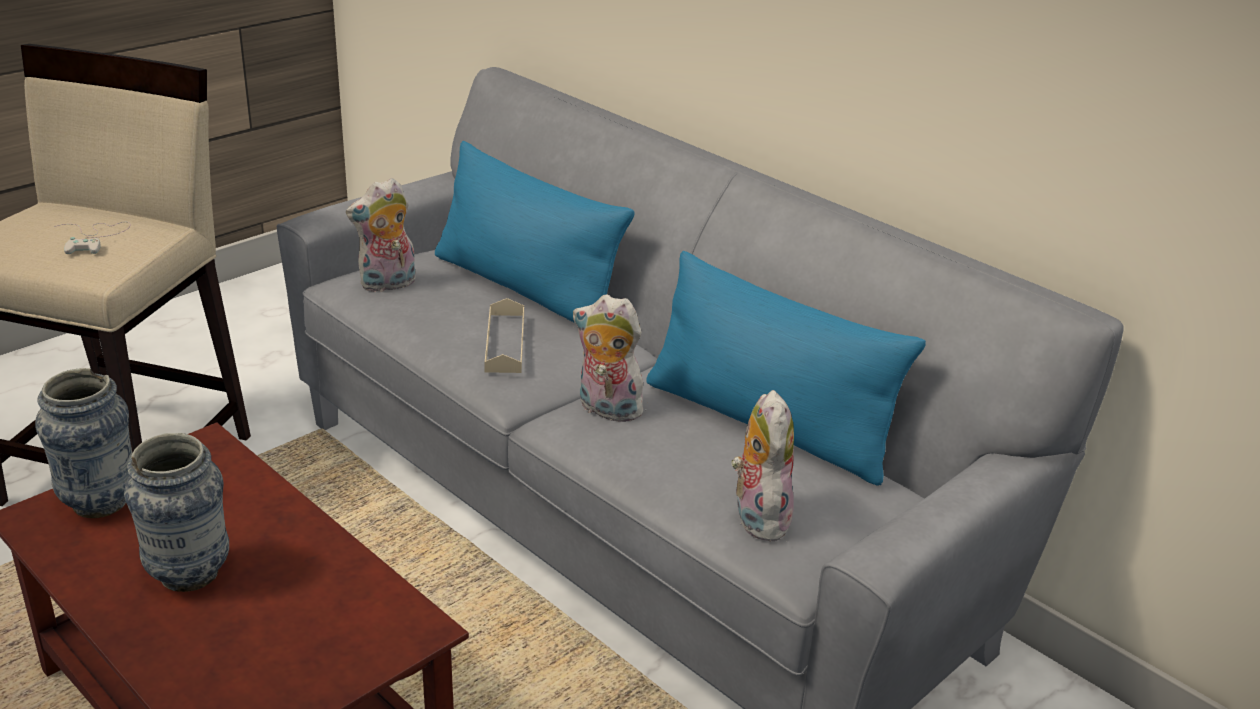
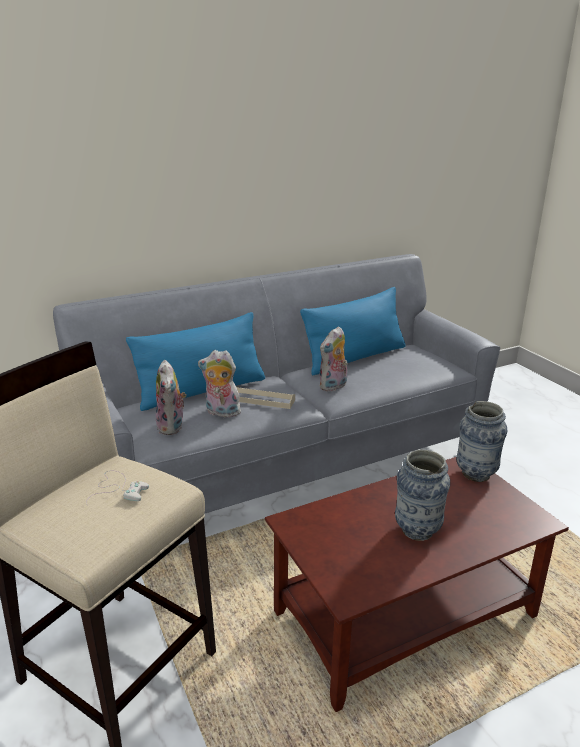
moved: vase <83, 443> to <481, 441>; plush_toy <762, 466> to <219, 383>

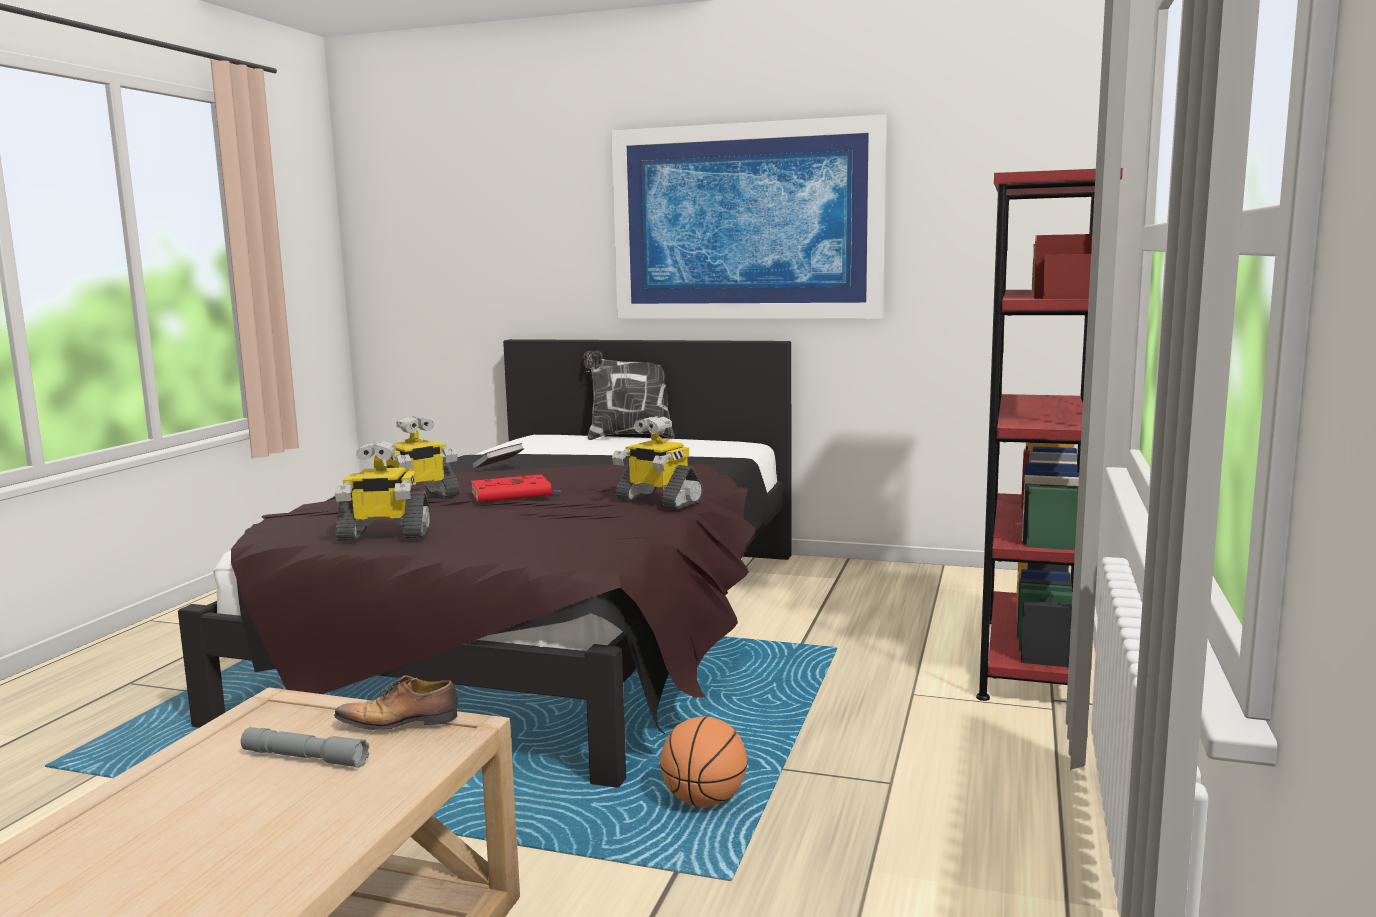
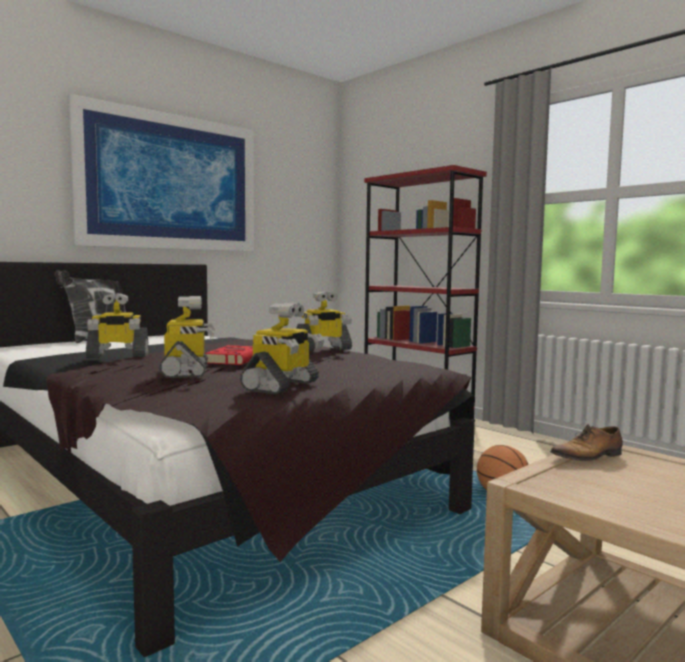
removed: grey_flashlight <305, 747>
replaced: book <498, 456> to toy_robot <117, 325>
turned: shoe <396, 702> = <586, 442> 45 degrees clockwise

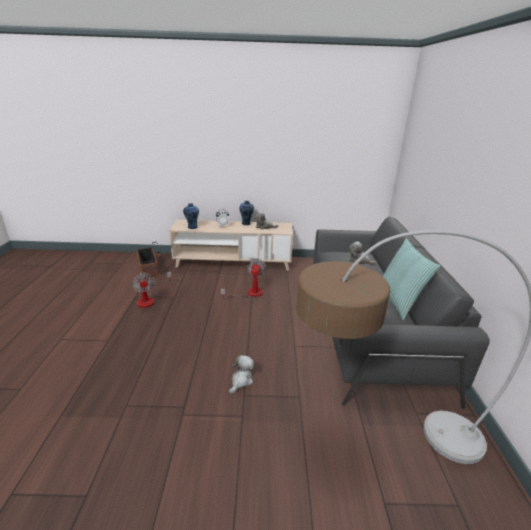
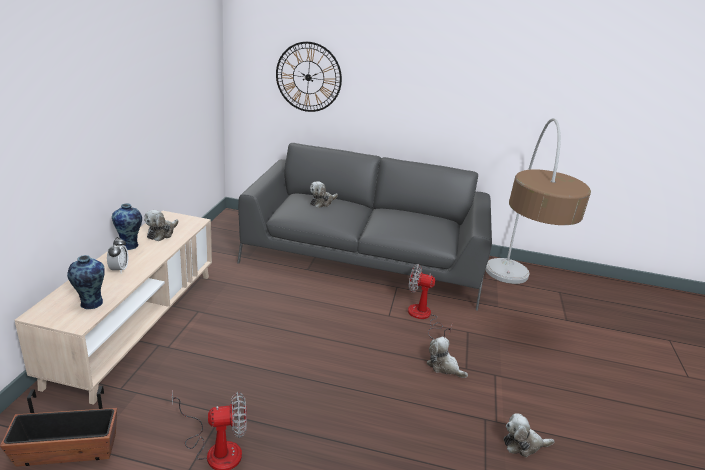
removed: pillow <411, 279>
added: wall_clock <309, 77>; plush_toy <529, 435>
moved: fan <244, 279> to <430, 302>

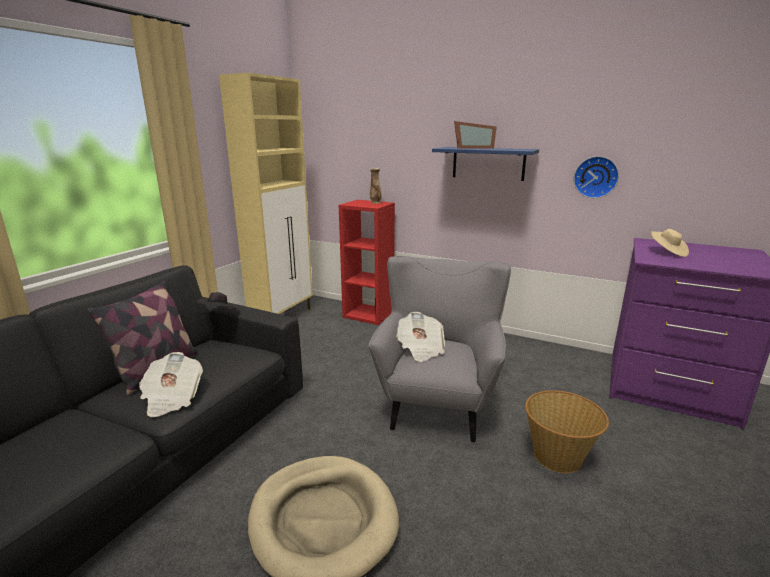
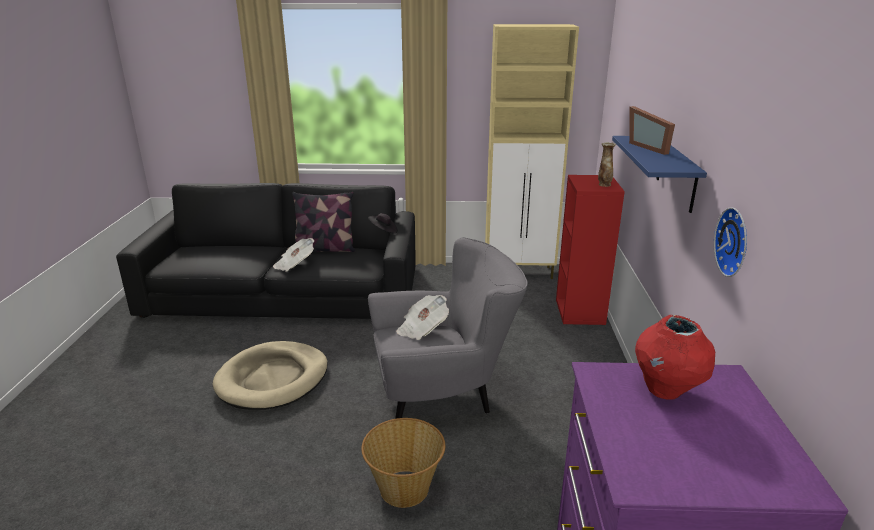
replaced: beige_hat <670, 243> to red_vase <675, 357>

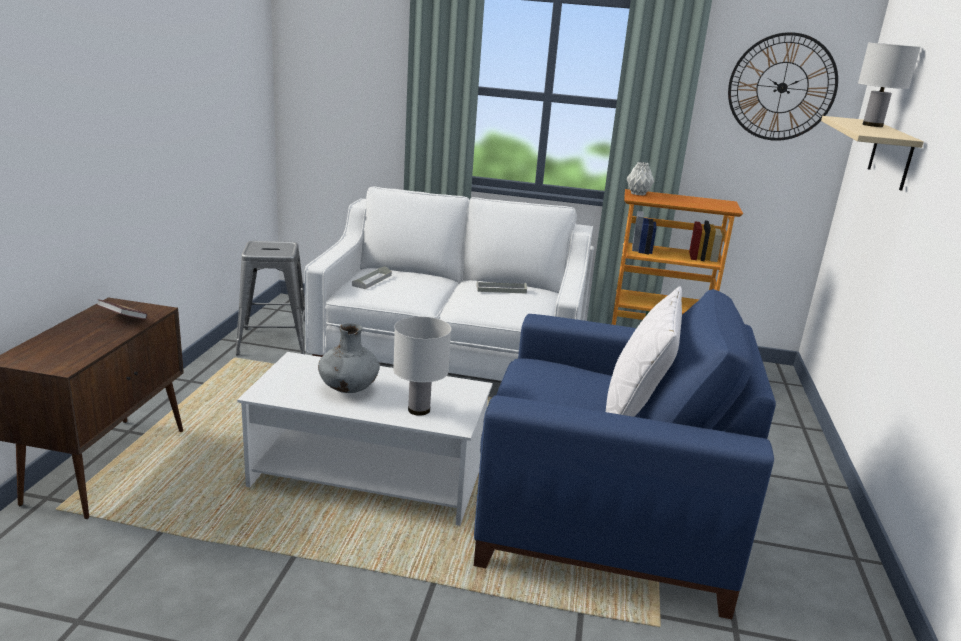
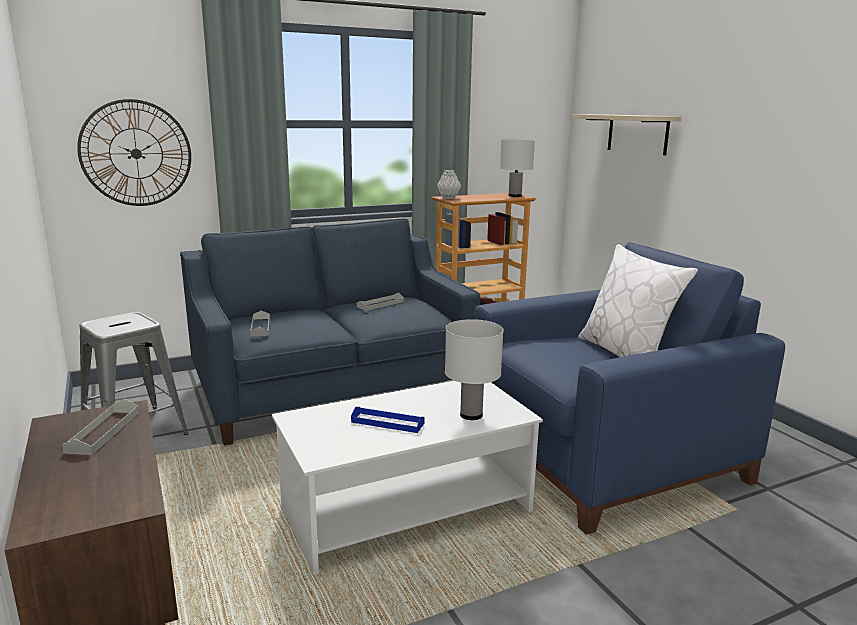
moved: wall_clock <783, 86> to <134, 152>; white_table_lamp <889, 84> to <517, 168>
replaced: book <121, 309> to grey_tray <100, 427>; grey_vase <348, 358> to blue_tray <387, 420>
recoloured: white_sofa <449, 284> to blue_sofa <330, 332>

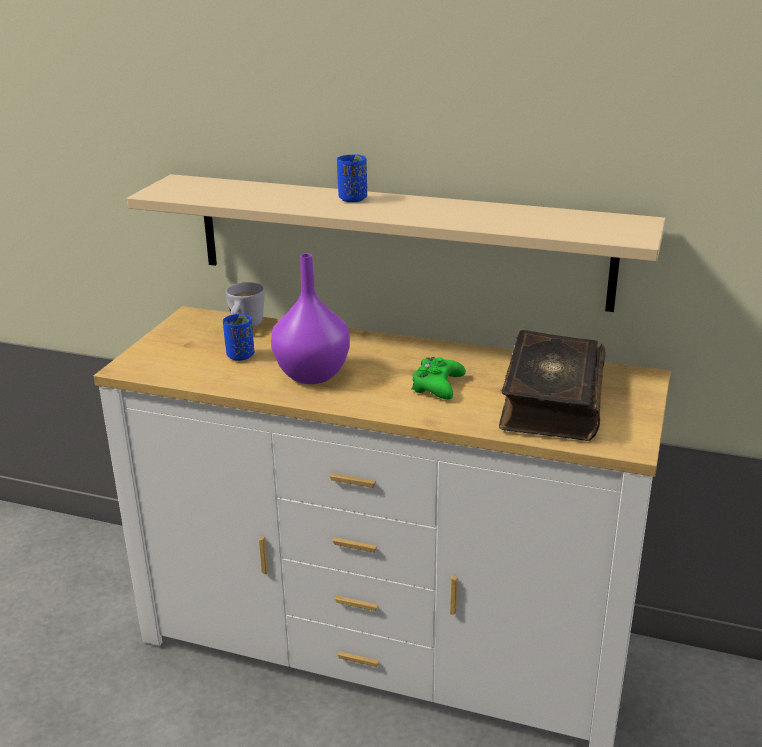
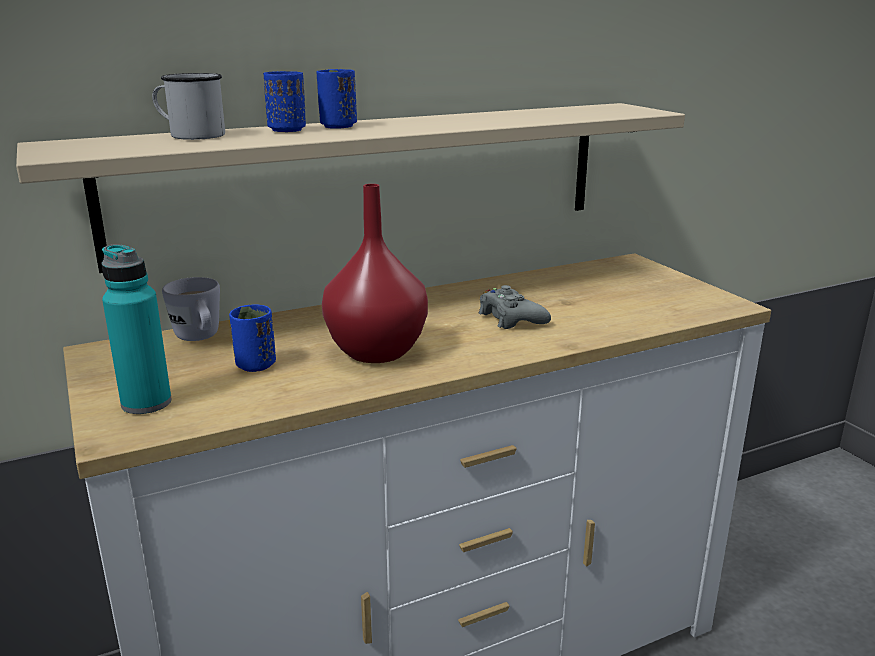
removed: book <552, 385>
added: turquoise_bottle <136, 329>; white_mug <188, 106>; blue_cup <284, 101>
recoloured: purple_vase <310, 319> to red_vase <375, 273>; green_game_controller <438, 378> to grey_game_controller <515, 307>

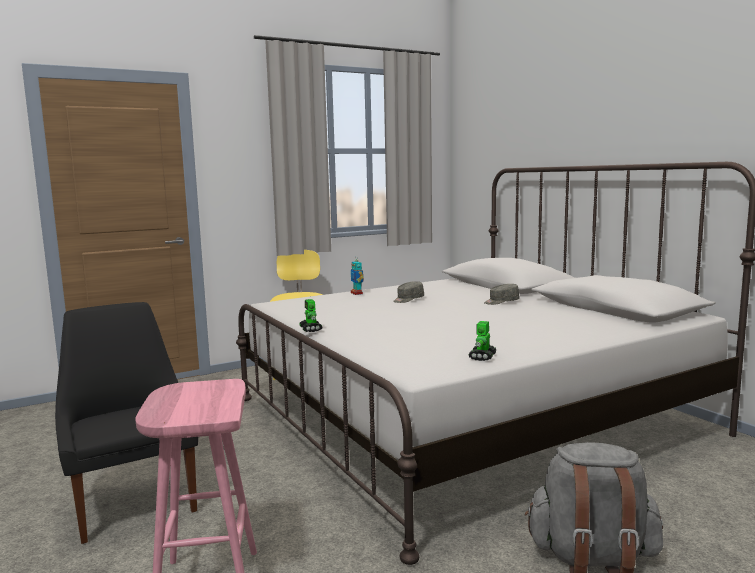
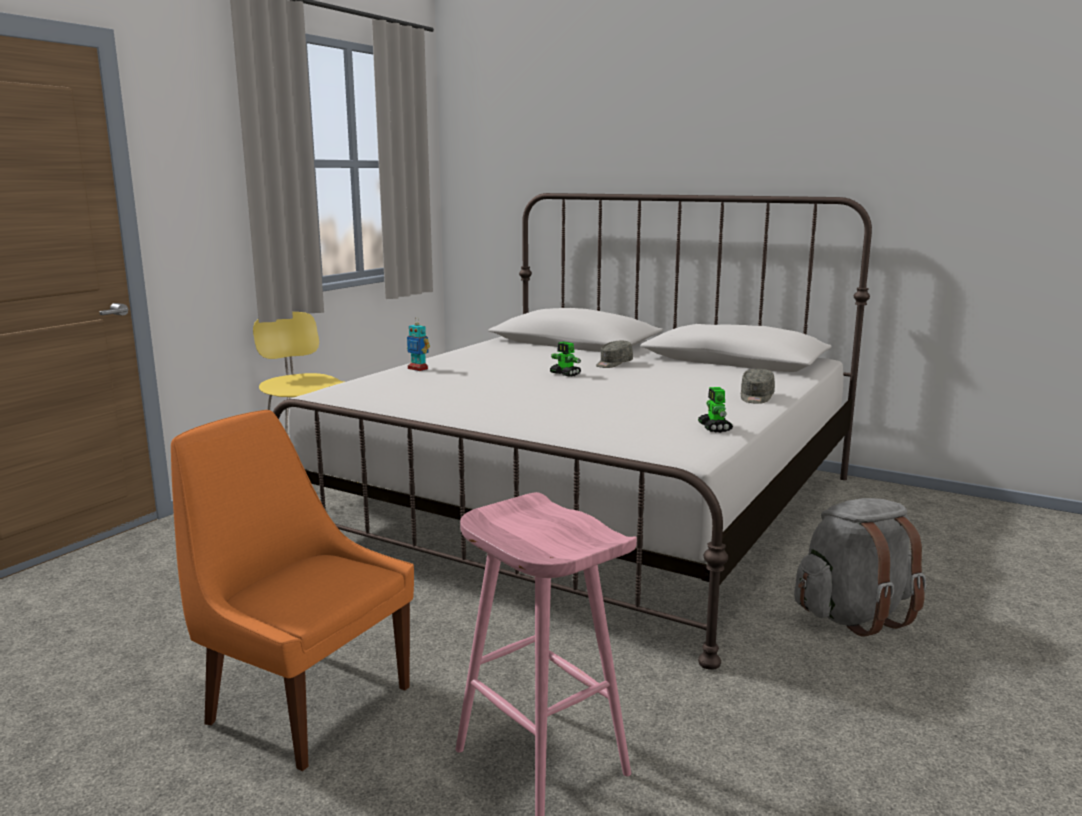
moved: toy_robot <311, 315> to <565, 359>; grey_cap <408, 292> to <758, 386>
recoloured: black_chair <126, 423> to orange_chair <292, 590>

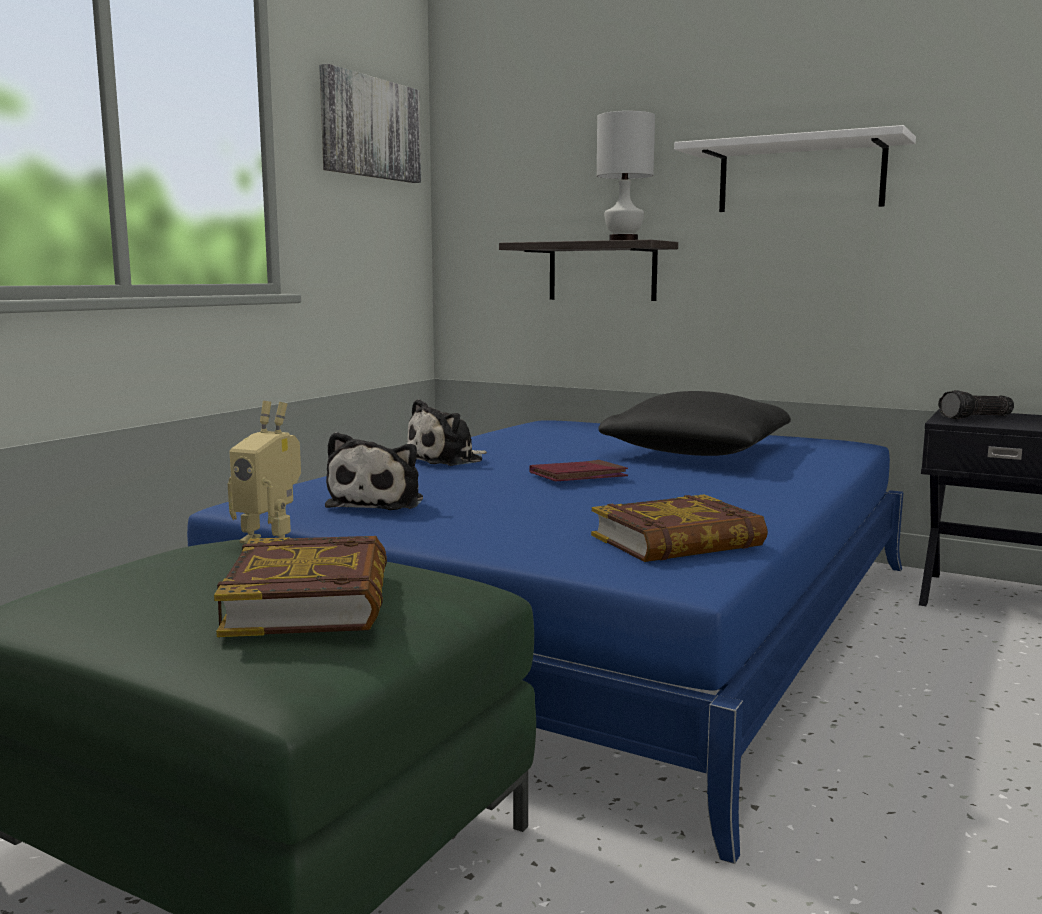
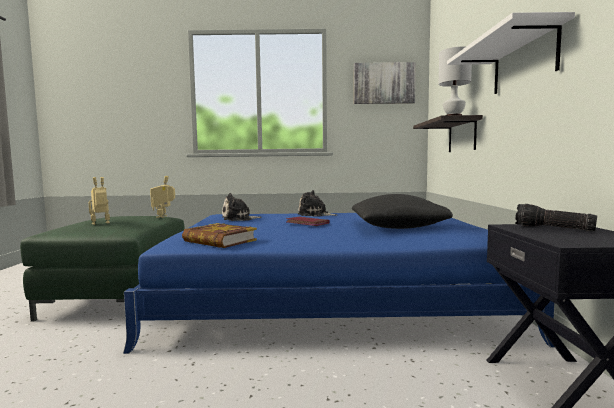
replaced: book <300, 586> to toy_robot <99, 201>

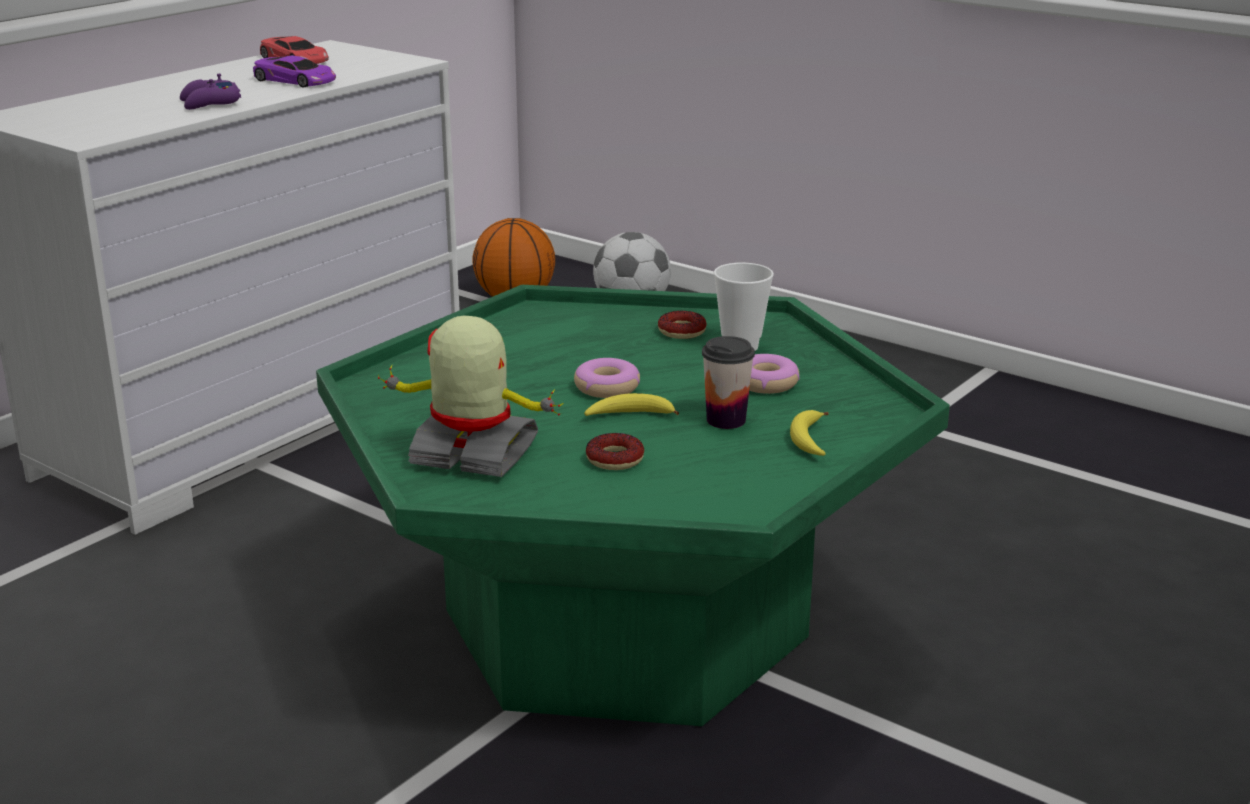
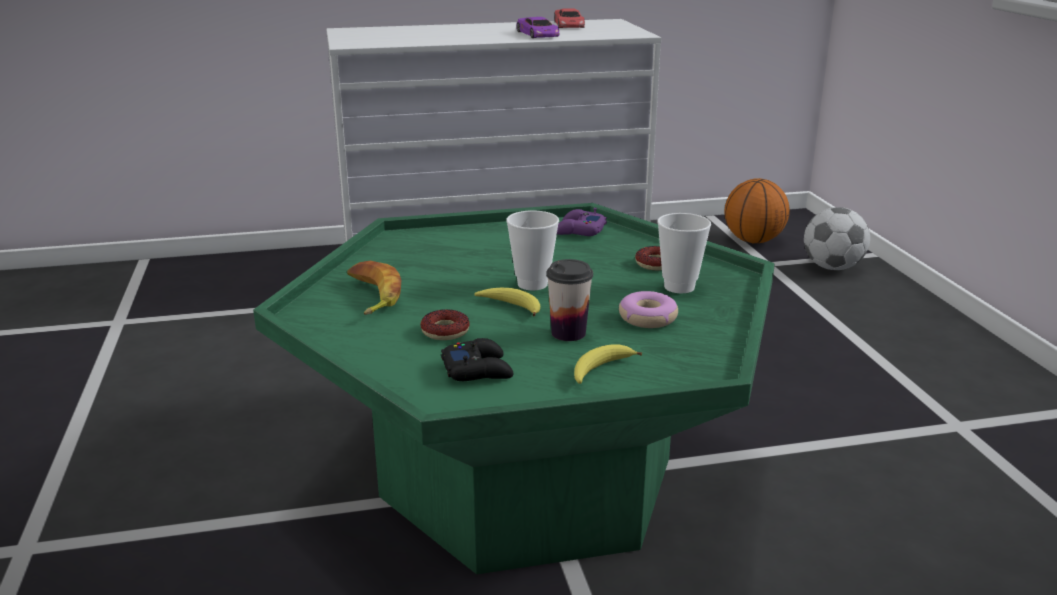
added: black_game_controller <477, 359>
moved: purple_game_controller <210, 92> to <582, 222>
replaced: toy_robot <470, 396> to banana <374, 288>; donut <607, 378> to cup <532, 250>

